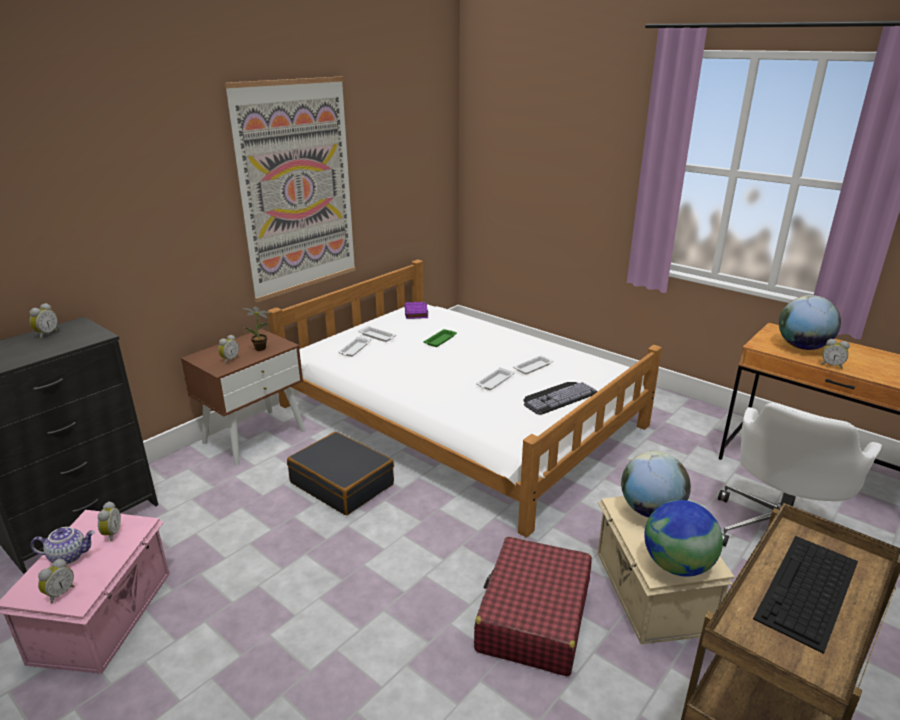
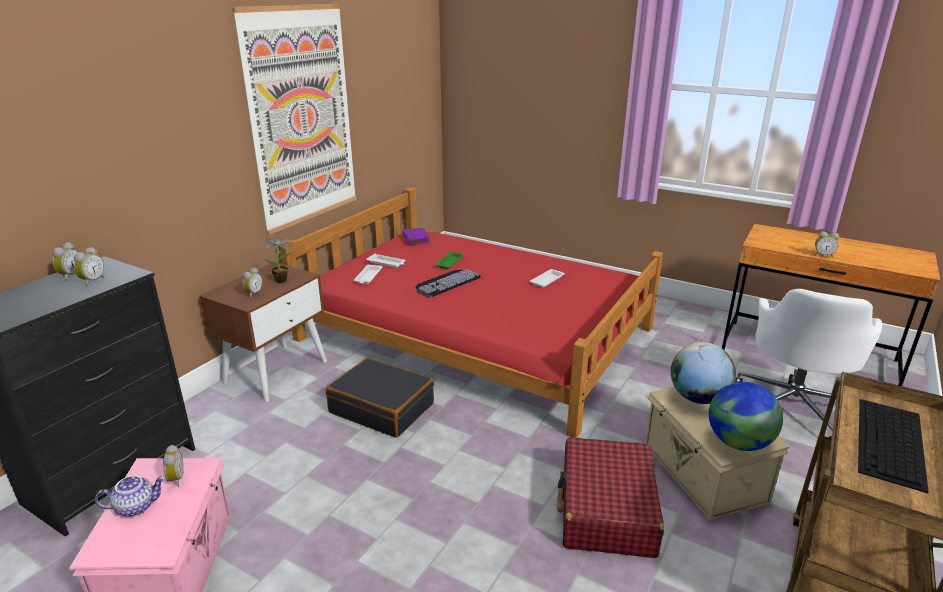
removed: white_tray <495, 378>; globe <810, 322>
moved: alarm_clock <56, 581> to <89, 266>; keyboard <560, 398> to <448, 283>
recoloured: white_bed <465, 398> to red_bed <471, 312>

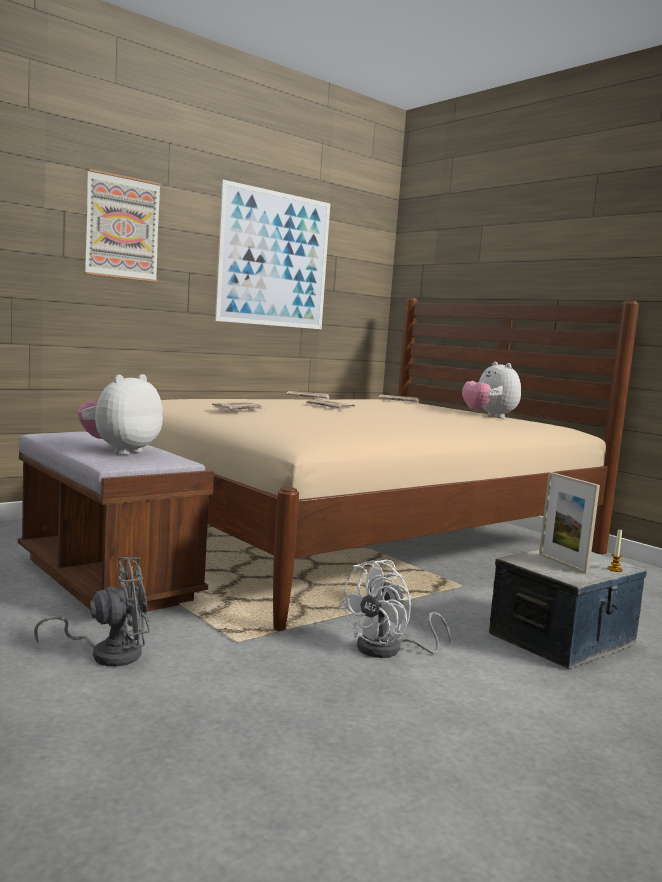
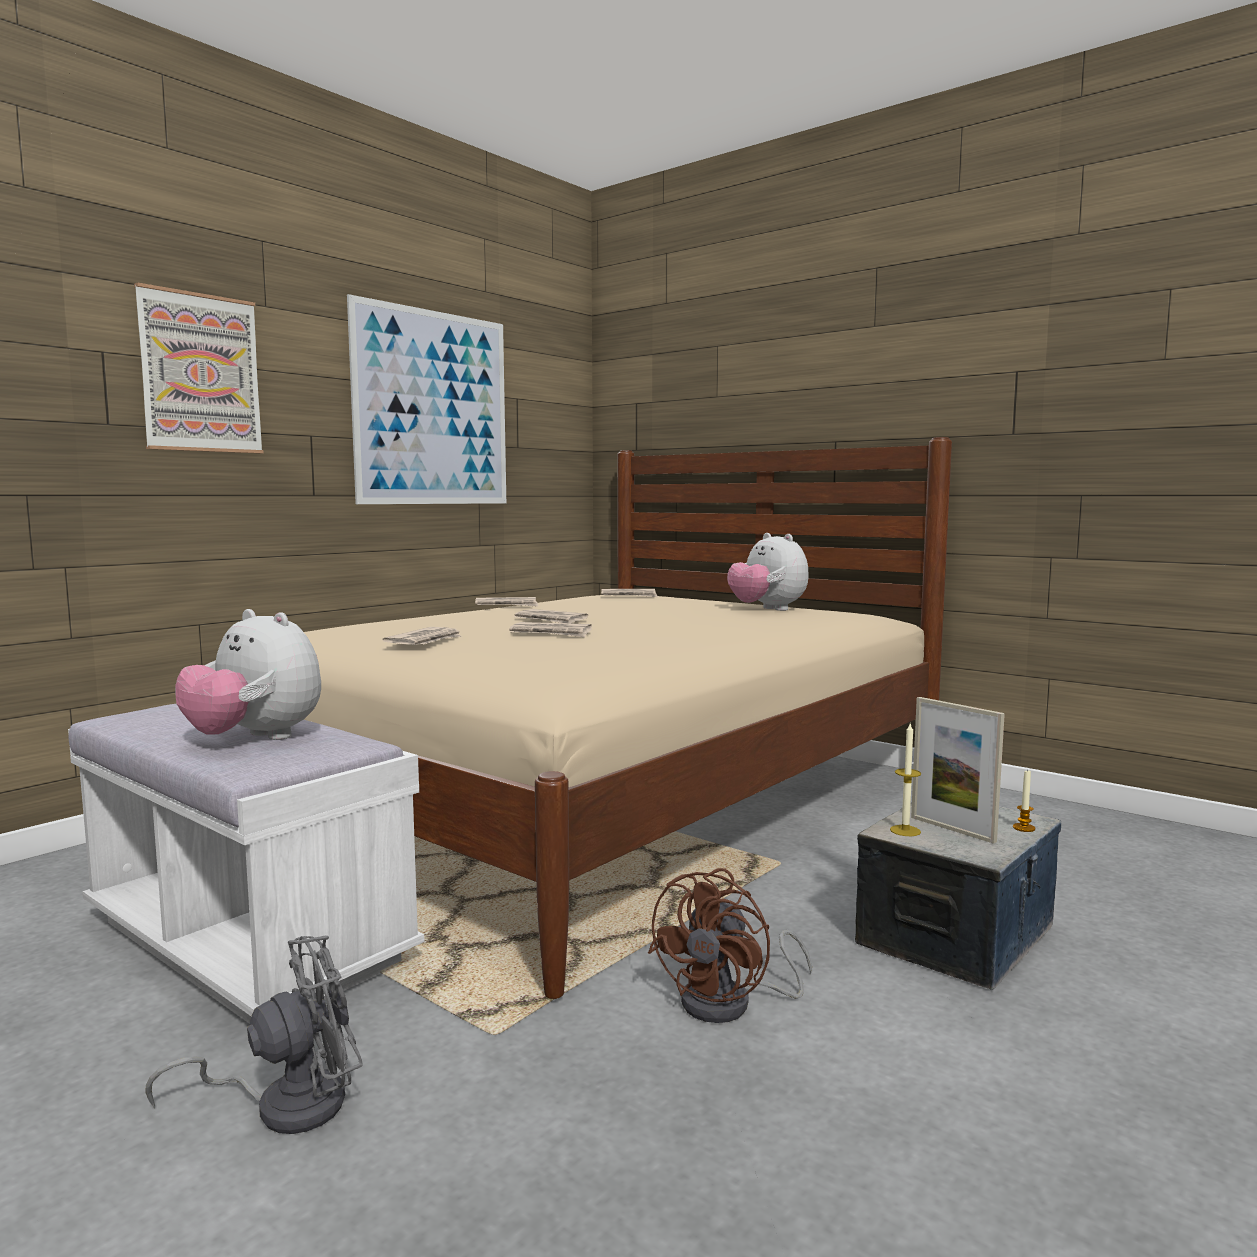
added: newspaper <550, 629>; candle <905, 780>
recoloured: brown_bench <116, 524> to white_bench <246, 864>; white_fan <394, 609> to brown_fan <730, 945>
turned: plush_toy <120, 414> = <248, 674> 75 degrees counterclockwise

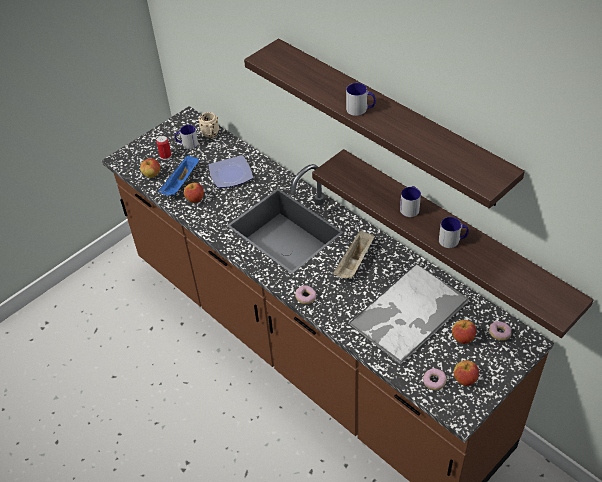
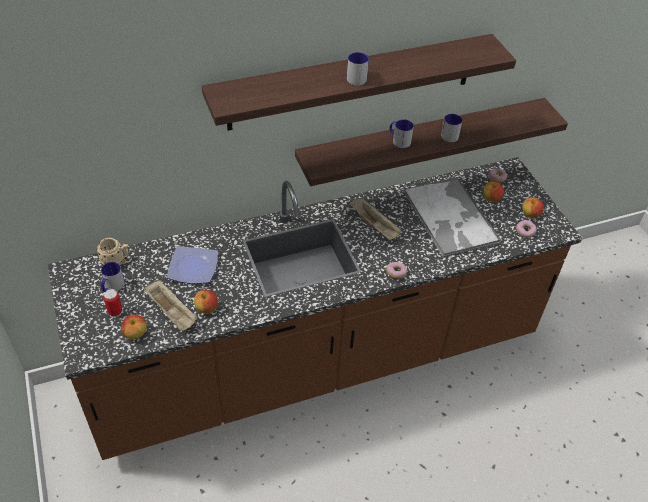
recoloured: blue_tray <178, 175> to beige_tray <170, 305>

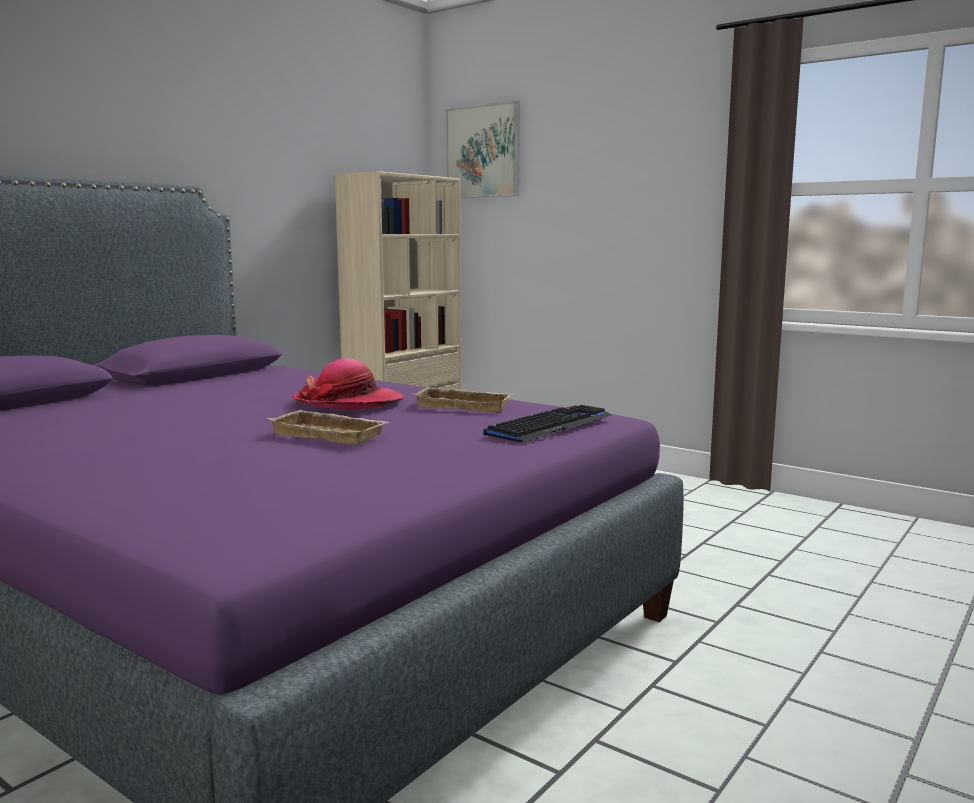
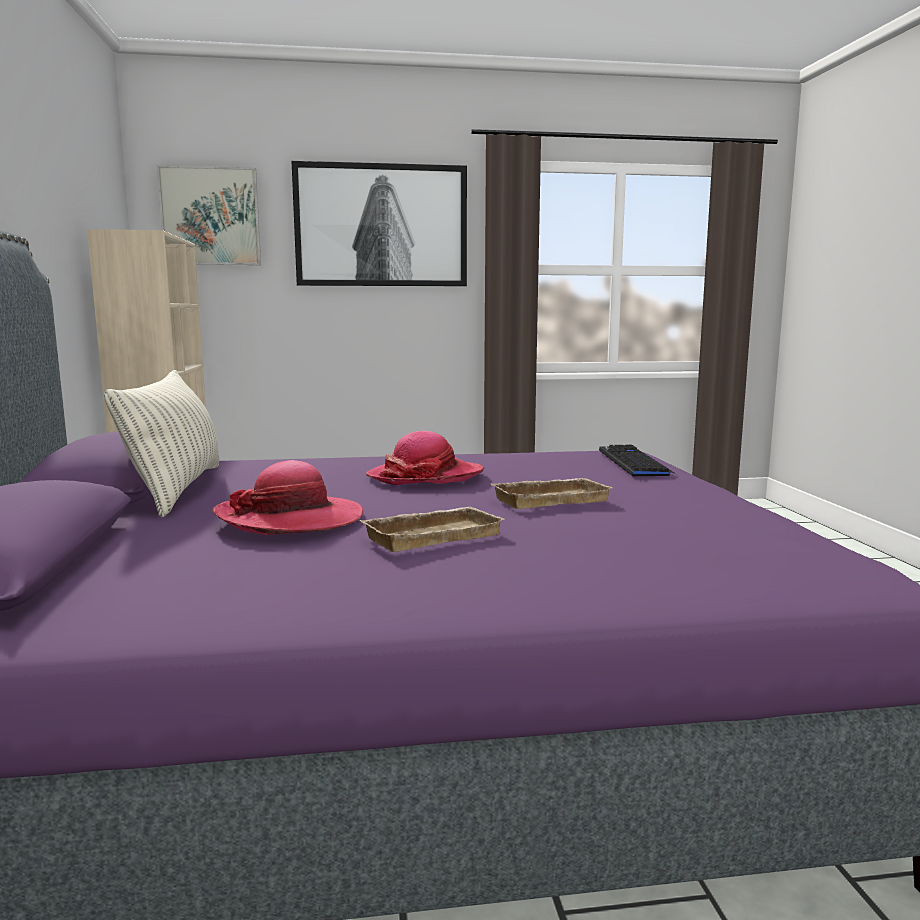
added: pillow <162, 443>; hat <287, 497>; picture <379, 223>
moved: beige_tray <464, 399> to <432, 529>

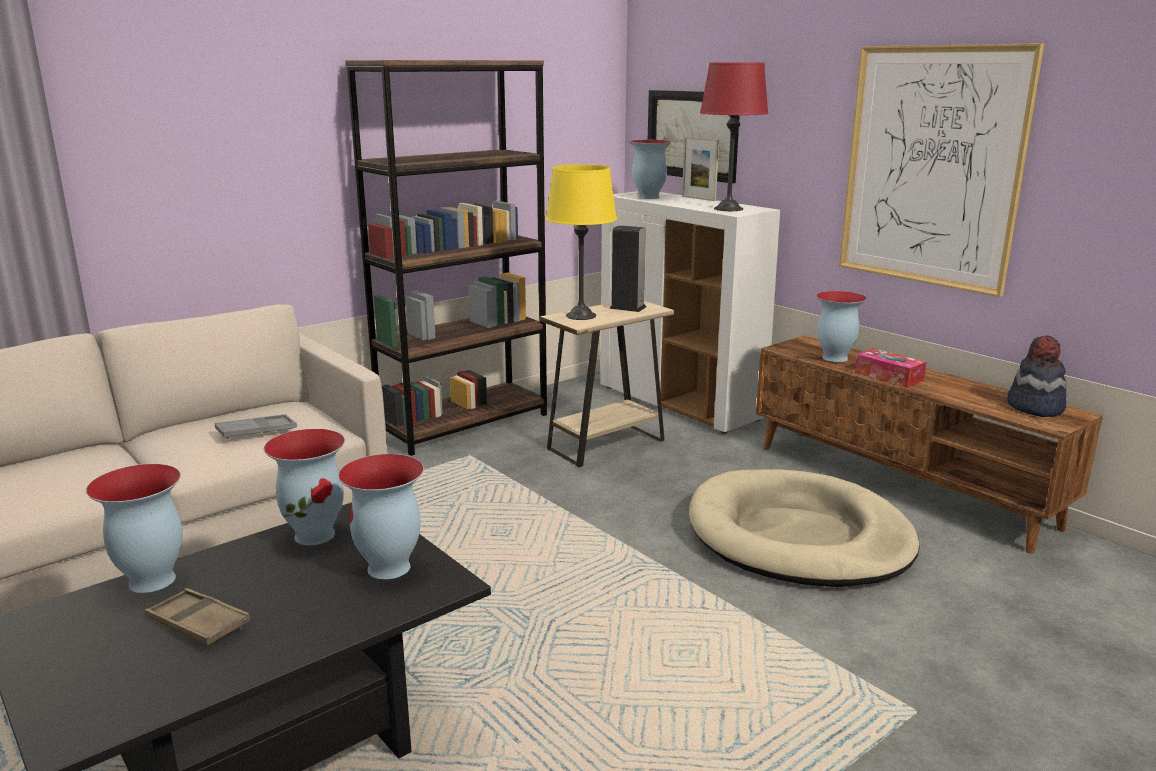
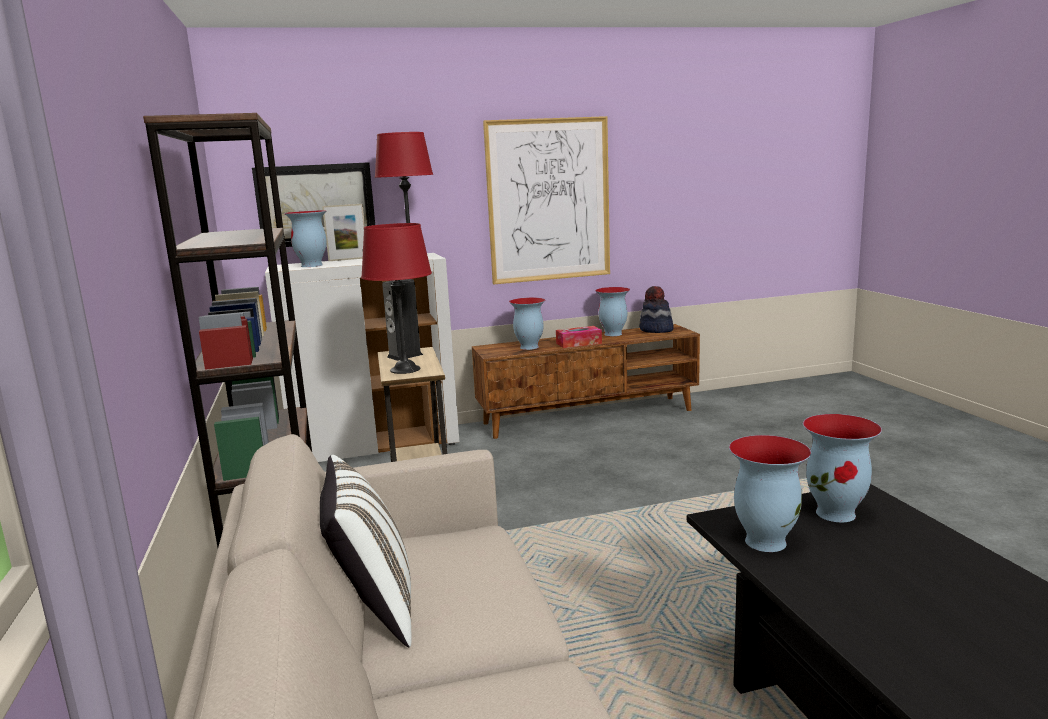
removed: brown_tray <197, 616>; grey_tray <256, 426>; beige_dog_bed <804, 528>
added: white_pillow <366, 551>
moved: vase <134, 528> to <612, 311>
recoloured: yellow_table_lamp <581, 242> to red_table_lamp <396, 298>

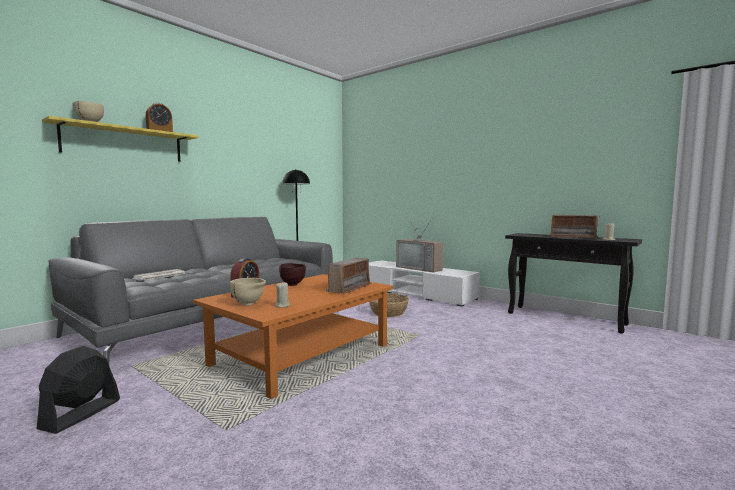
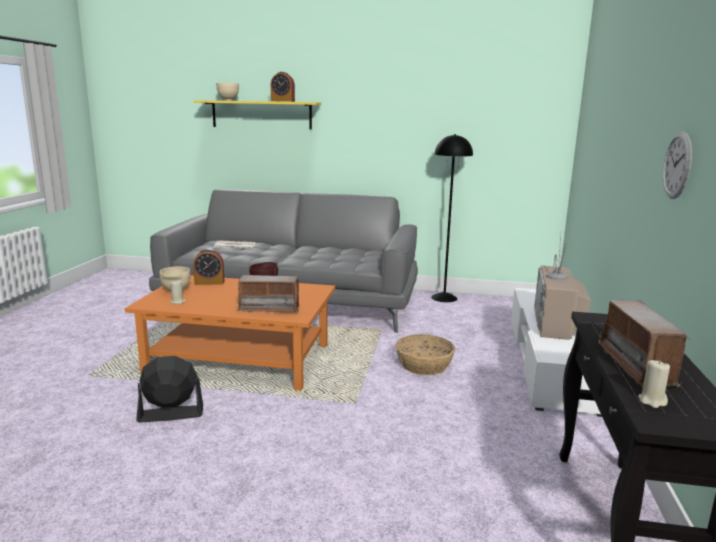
added: wall_clock <677, 165>
moved: black_fan <78, 390> to <169, 389>

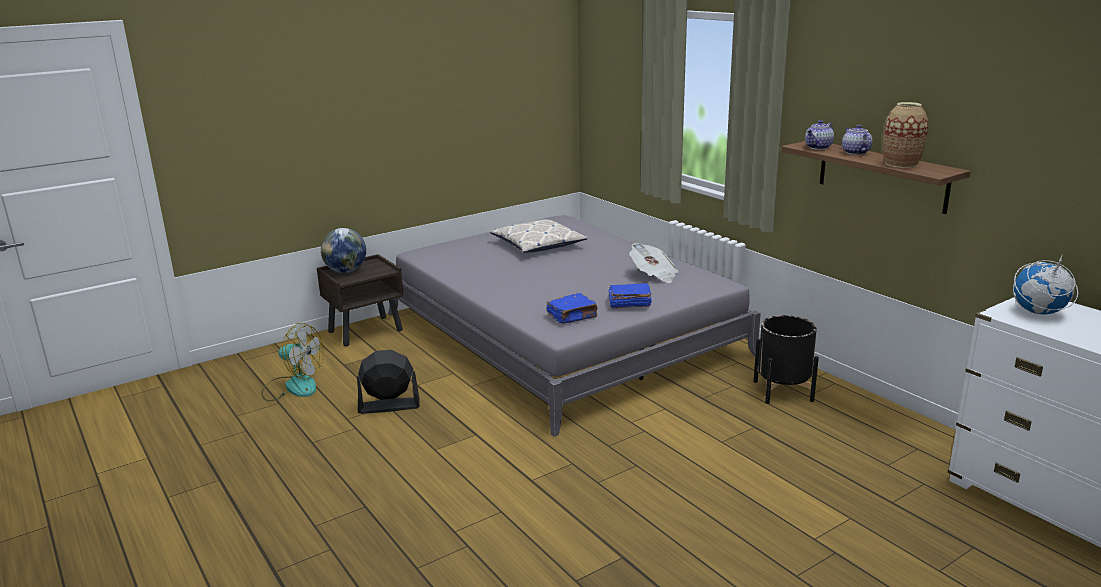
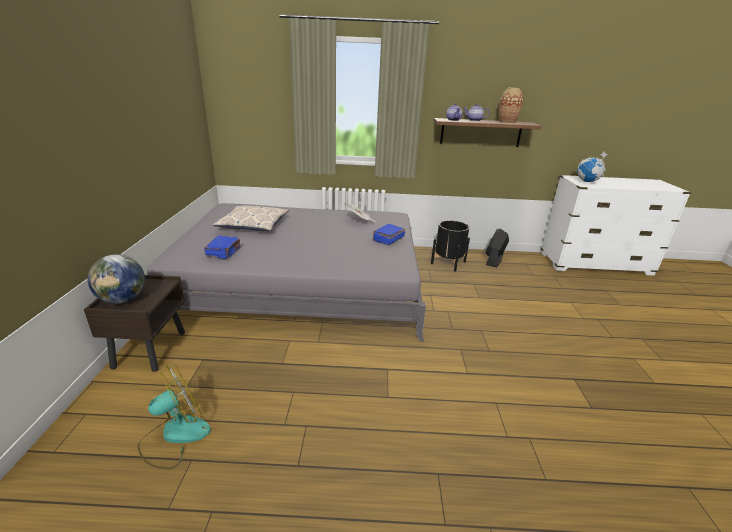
moved: black_fan <388, 382> to <497, 248>; blue_book <572, 308> to <222, 247>

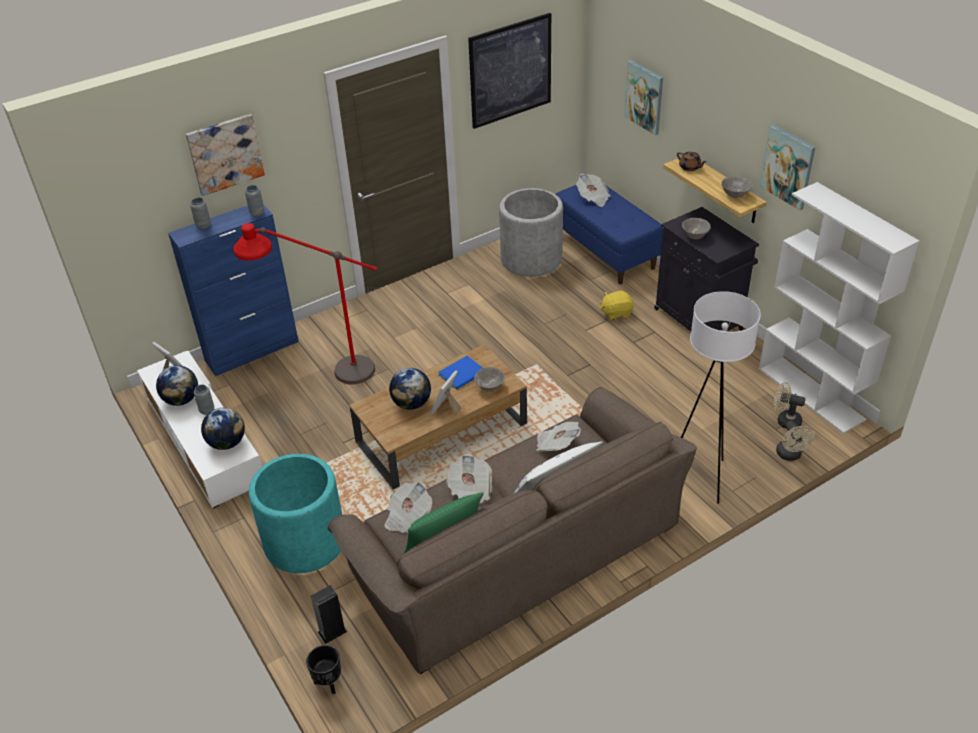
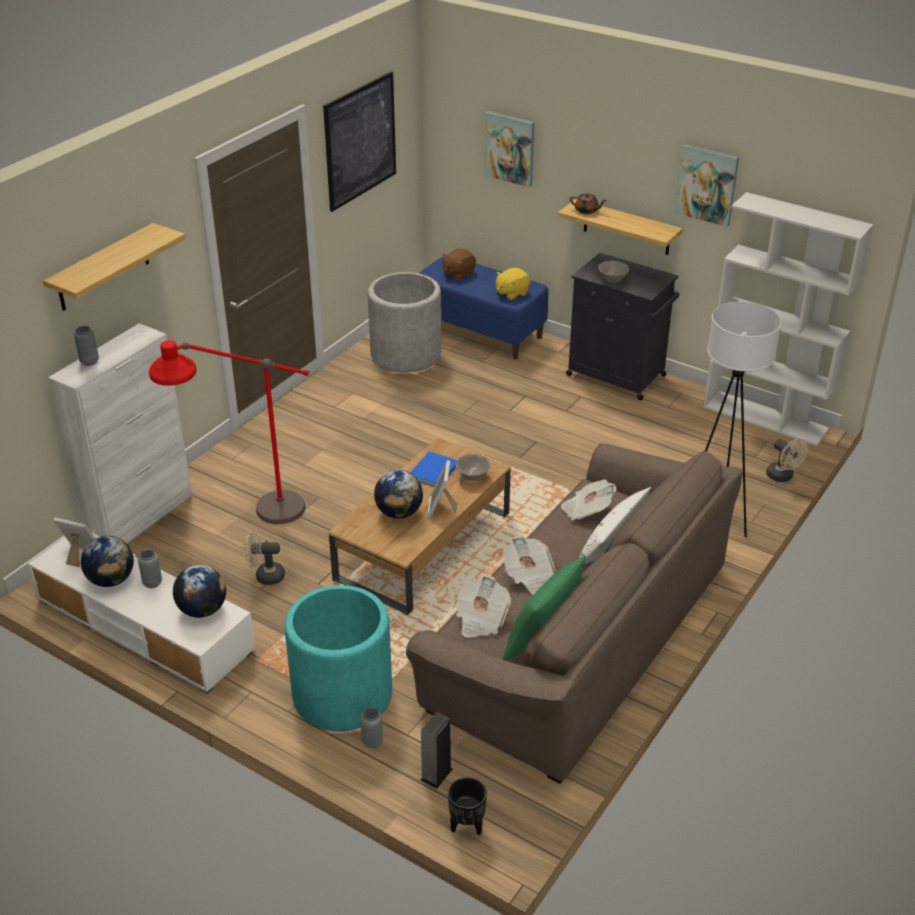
removed: grey_bowl <736, 187>
moved: grey_vase <254, 201> to <371, 728>; yellow_plush_toy <616, 305> to <513, 284>; beige_fan <790, 405> to <264, 557>
replaced: picture <225, 155> to shelf <114, 267>; newspaper <593, 190> to brown_plush_toy <459, 264>
recoloured: blue_cabinet <233, 290> to white_cabinet <120, 433>

